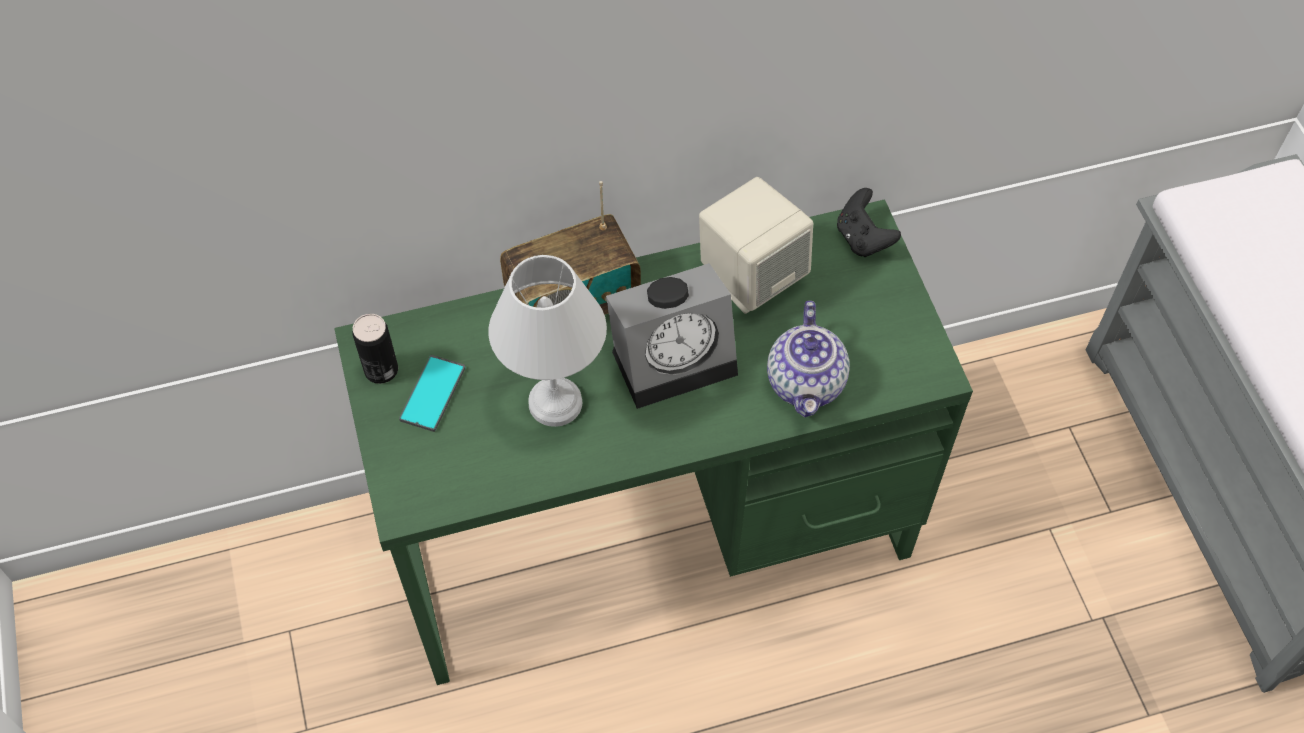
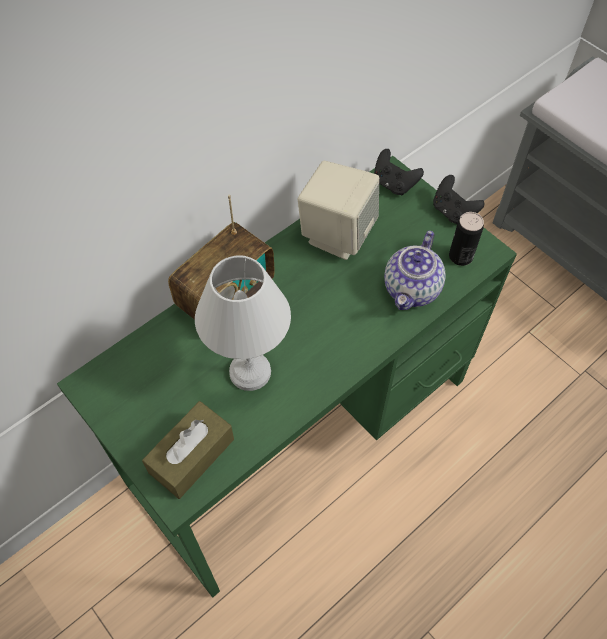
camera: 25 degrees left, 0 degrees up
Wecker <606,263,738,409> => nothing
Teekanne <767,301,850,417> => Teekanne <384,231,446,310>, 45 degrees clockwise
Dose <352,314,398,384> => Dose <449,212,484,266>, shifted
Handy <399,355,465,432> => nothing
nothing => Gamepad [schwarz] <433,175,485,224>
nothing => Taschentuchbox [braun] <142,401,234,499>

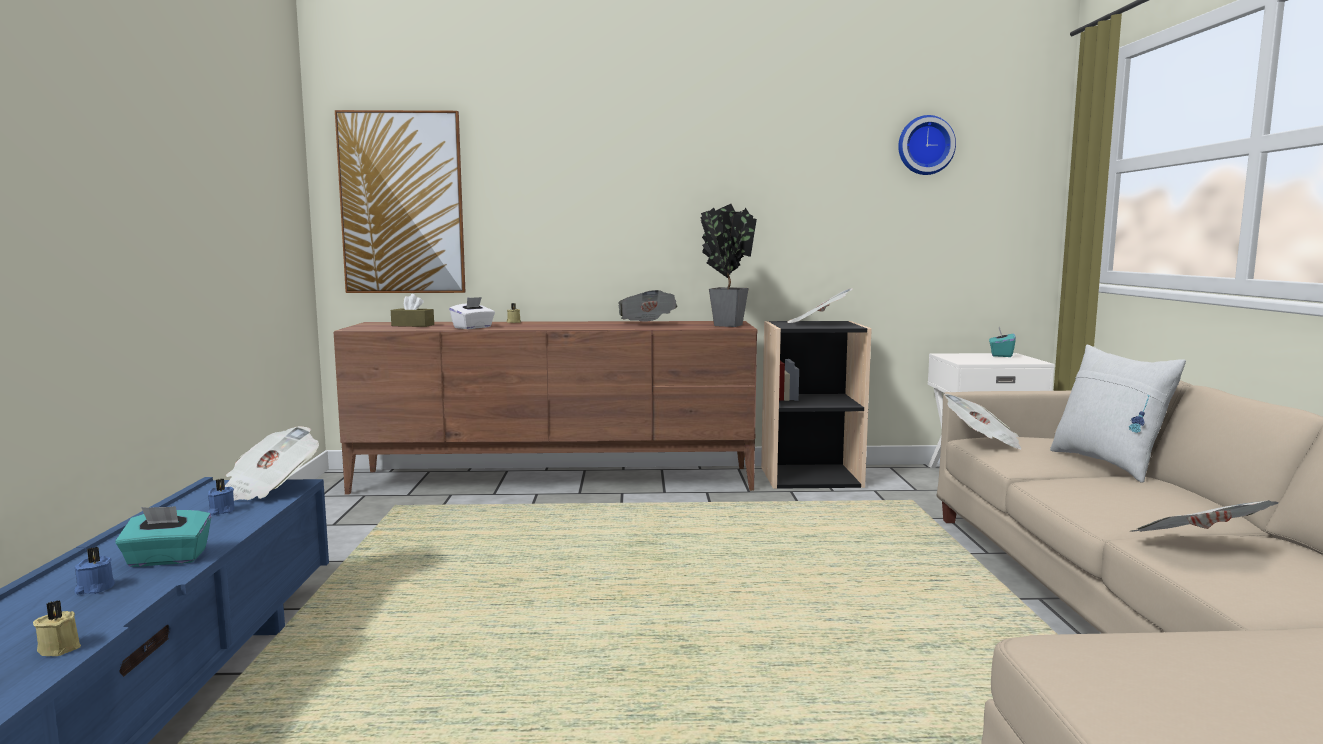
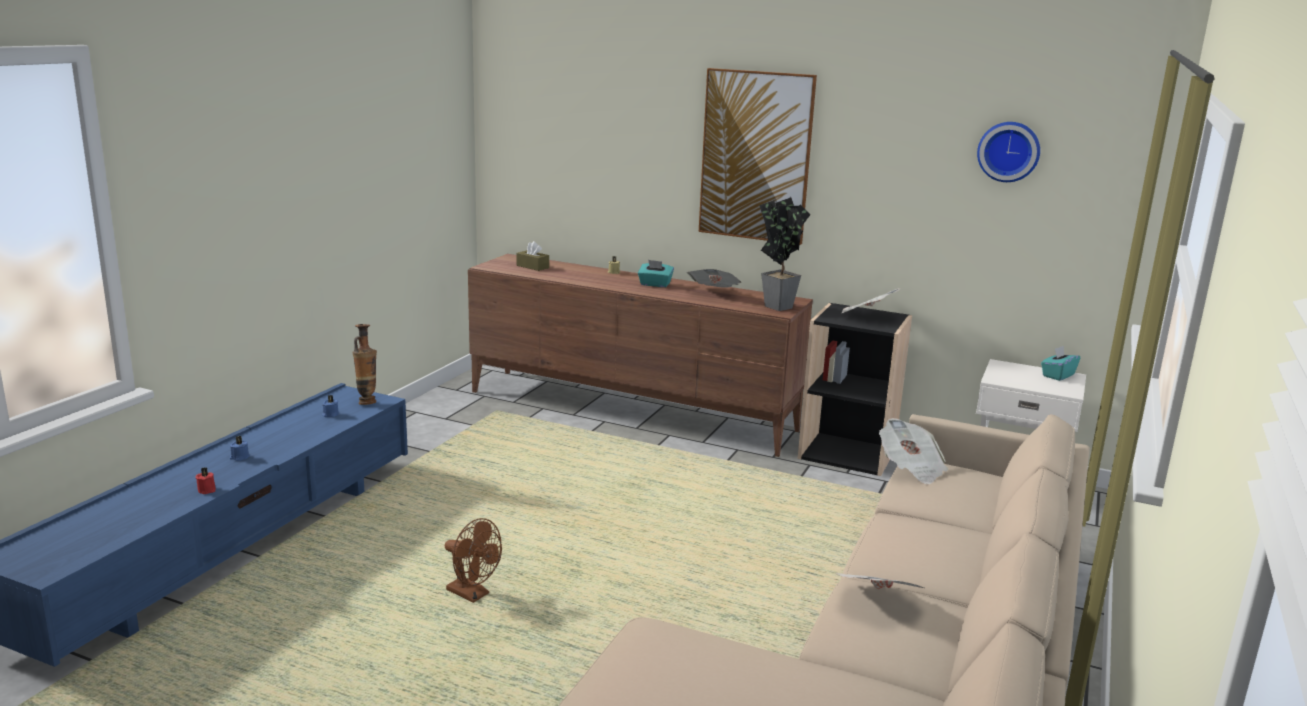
camera: 25 degrees right, 10 degrees up
Bild <335,110,465,293> => Bild <699,68,817,245>, shifted
Taschentuchbox [weiß] <449,297,495,329> => nothing
Kissen [grau] <1050,345,1186,482> => nothing
Zeitung <225,426,319,501> => Vase <352,324,377,405>
Taschentuchbox [türkis] <115,506,211,567> => Taschentuchbox [türkis] <638,260,674,287>, shifted
Kerze [beige] <33,600,81,656> => Kerze [rot] <195,467,216,494>
nothing => Ventilator [braun] <445,518,502,603>

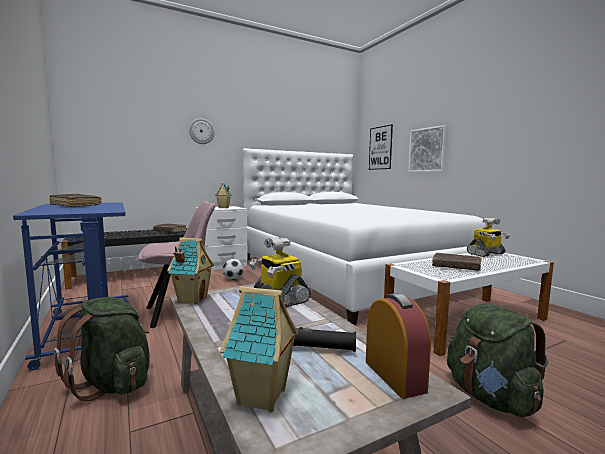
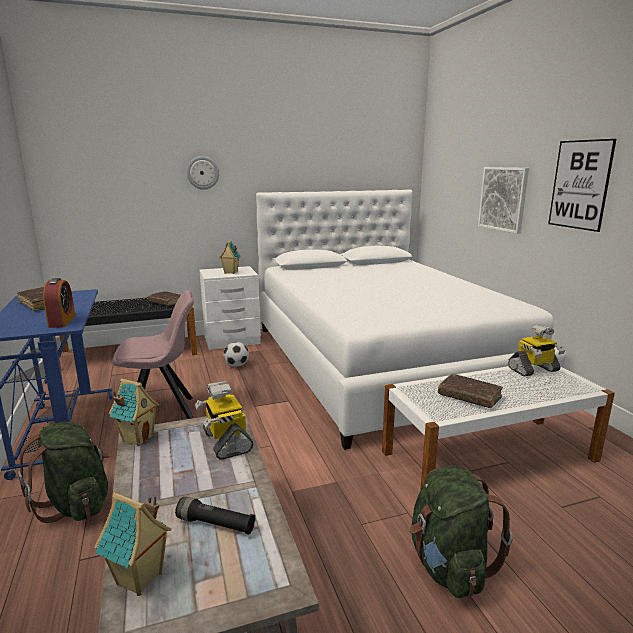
camera: 10 degrees right, 10 degrees up
Bild <369,124,393,170> => Bild <548,139,616,232>, shifted
Wecker <366,293,431,399> => Wecker <43,278,75,328>, shifted

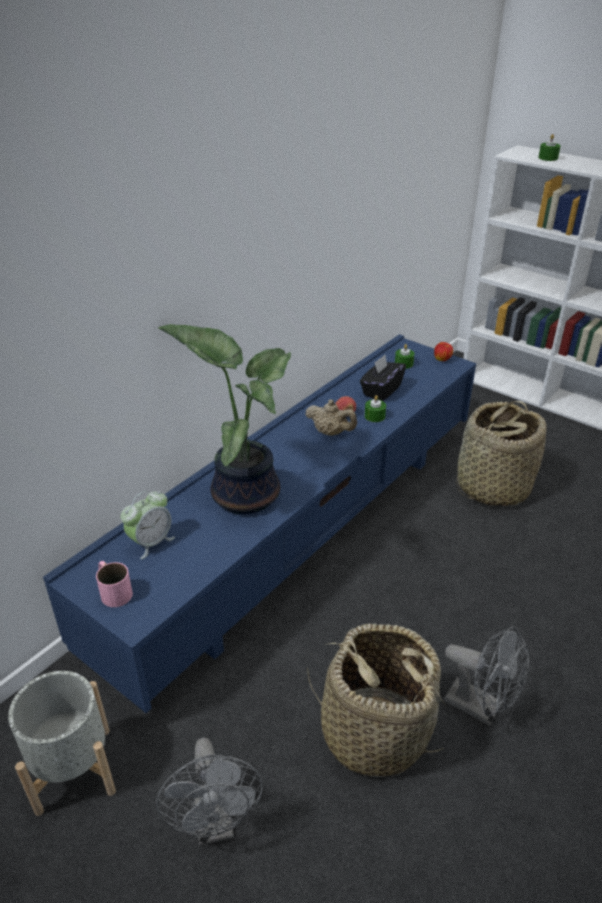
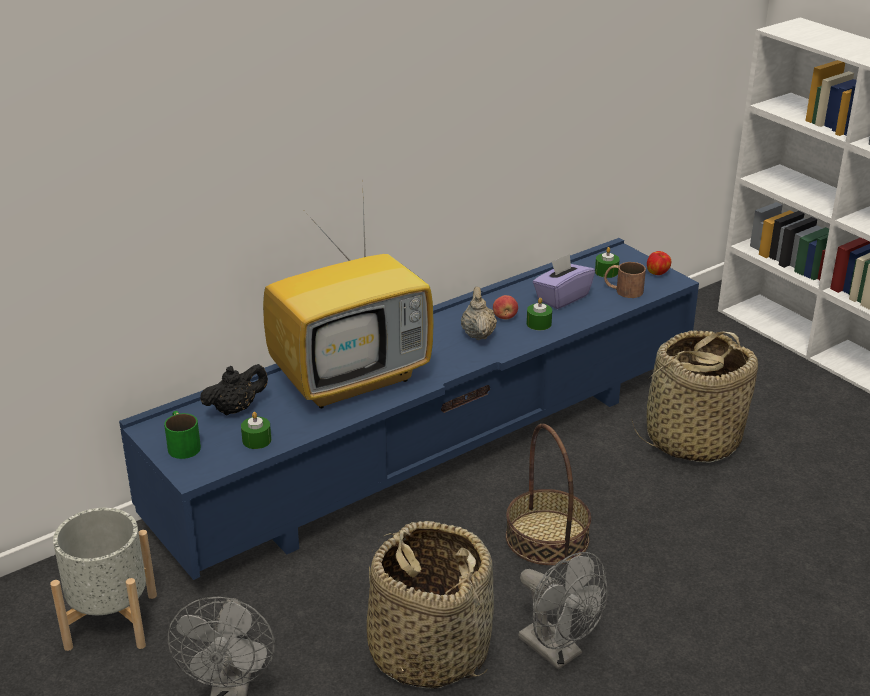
camera: 15 degrees right, 5 degrees down
Kerze [grün] <538,134,561,161> => Kerze [grün] <241,412,271,449>, shifted
Topfpflanze <158,324,291,514> => Fernseher <263,176,434,409>
Taschentuchbox [schwarz] <360,355,406,401> => Taschentuchbox [lila] <533,254,595,309>
Teekanne [beige] <305,399,357,436> => Teekanne [beige] <461,287,497,340>, 135 degrees counterclockwise
Wecker <121,491,175,559> => Teekanne [schwarz] <200,364,268,416>
Henkelbecher [rosa] <96,561,133,607> => Henkelbecher [grün] <164,411,201,459>
nothing => Henkelbecher [braun] <604,262,646,298>
nothing => Korb <506,424,591,565>

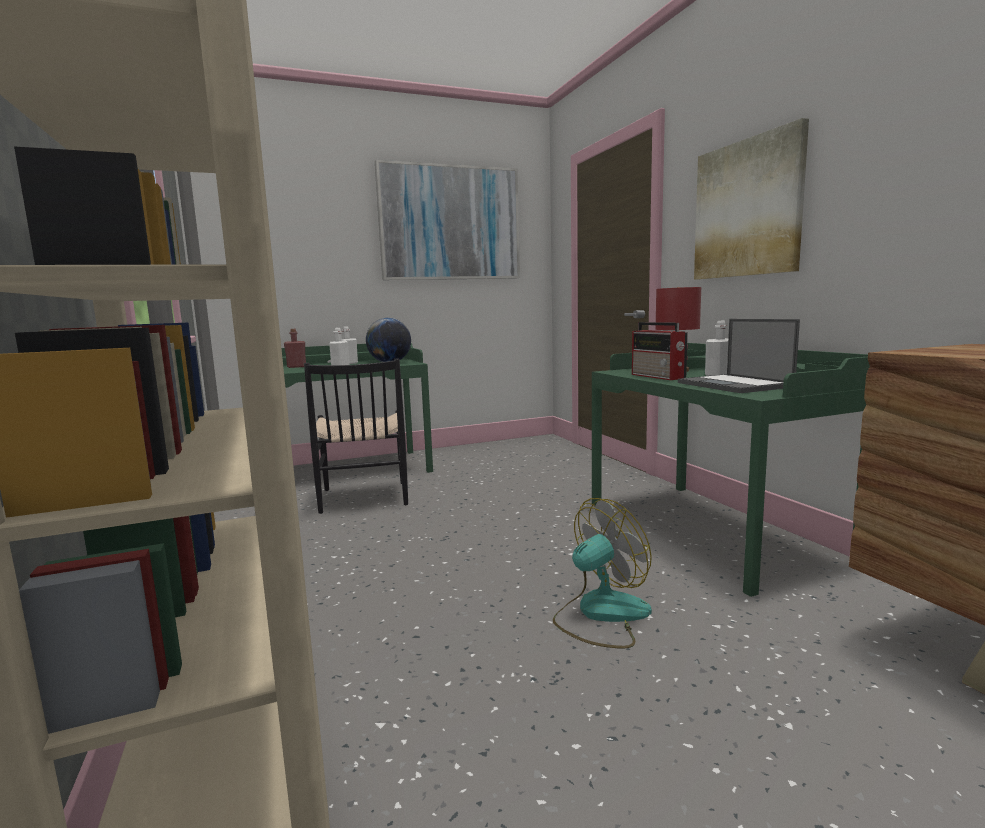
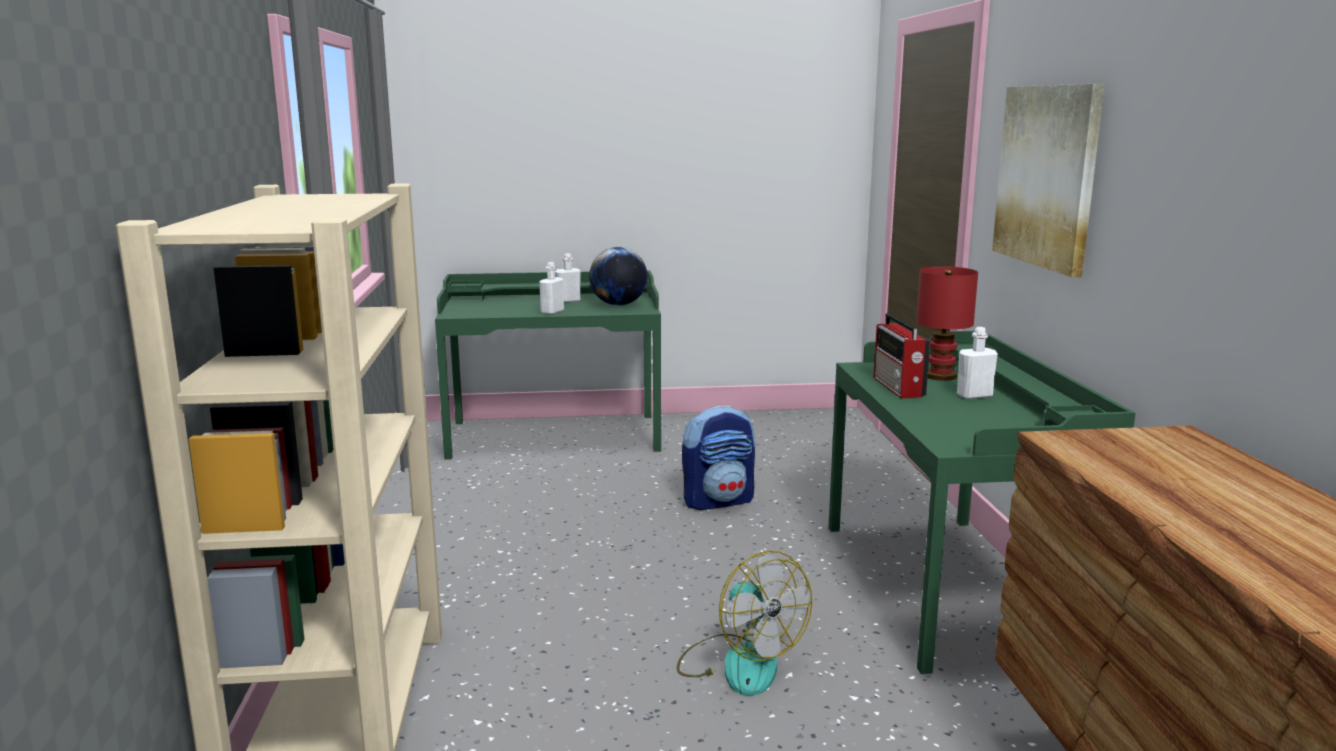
camera: 15 degrees right, 5 degrees up
Bild <375,160,520,280> => nothing
Laptop <678,319,800,393> => nothing
Flasche [rot] <284,329,306,368> => nothing
Stuhl [schwarz] <304,358,408,514> => nothing
Ventilator <553,498,652,649> => Ventilator <677,551,812,696>, 75 degrees clockwise
nothing => Rucksack <682,406,755,510>

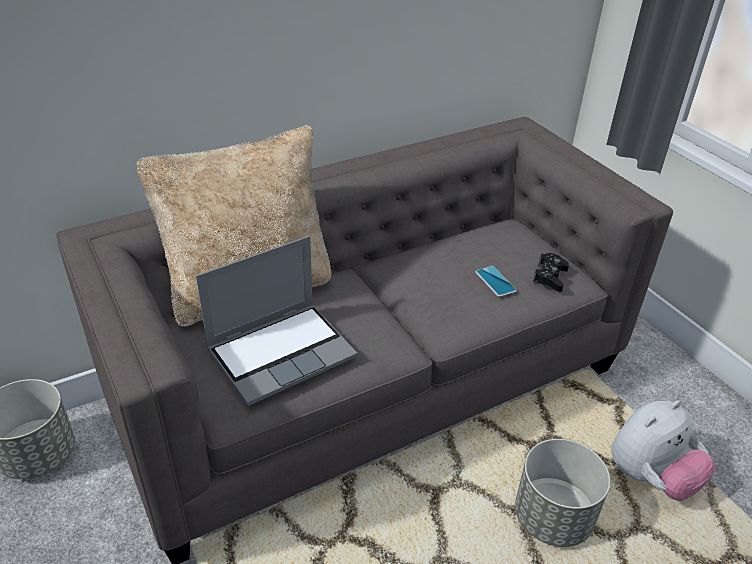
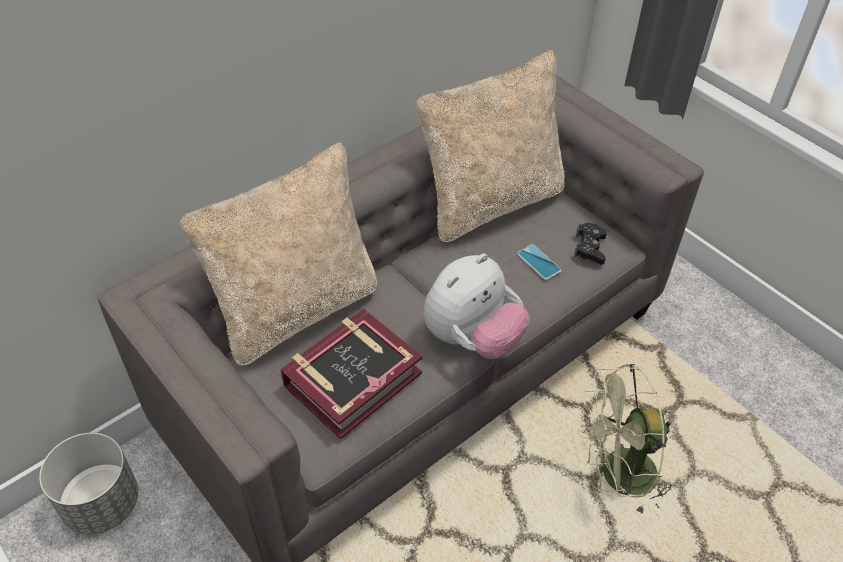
camera: 10 degrees left, 10 degrees up
Laptop <196,236,357,406> => Buch <281,309,422,439>
Plüschtier <612,400,715,501> => Plüschtier <423,253,530,359>, shifted
Pflanzkübel [grau] <515,439,610,547> => Ventilator [grün] <580,364,672,515>
nothing => Kissen [beige] <416,50,565,242>

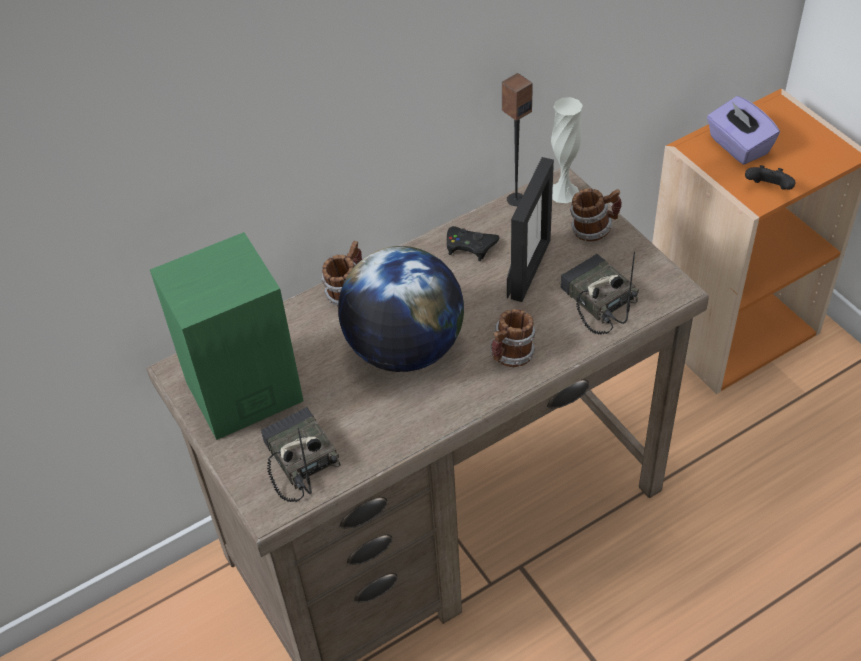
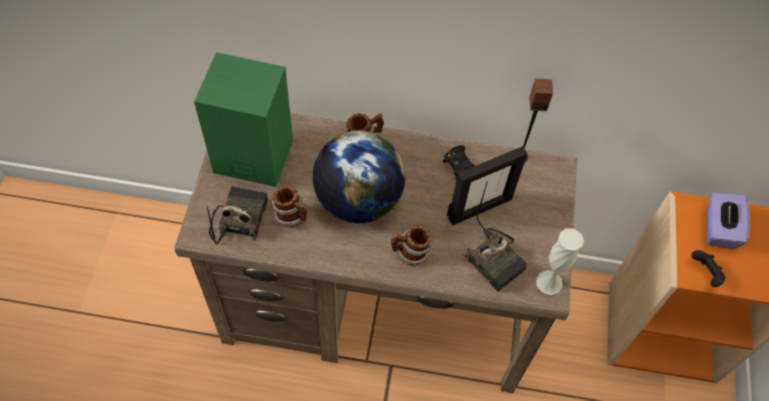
camera: 35 degrees right, 10 degrees up
Vase [weiß] <551,97,583,203> => Vase [weiß] <536,228,584,295>, shifted
Henkelbecher <570,188,622,242> => Henkelbecher <272,186,307,227>, shifted
Radio <560,251,639,335> => Radio <465,181,527,292>, 135 degrees clockwise

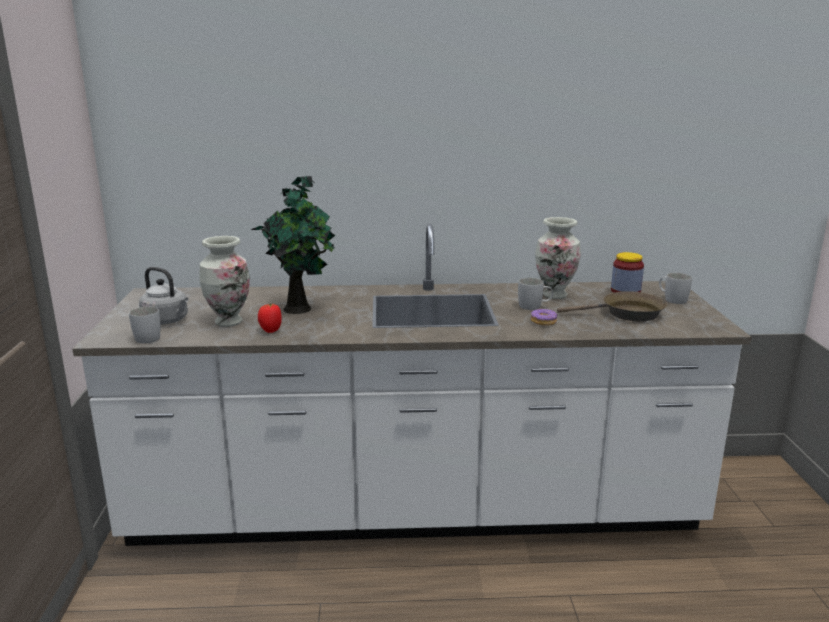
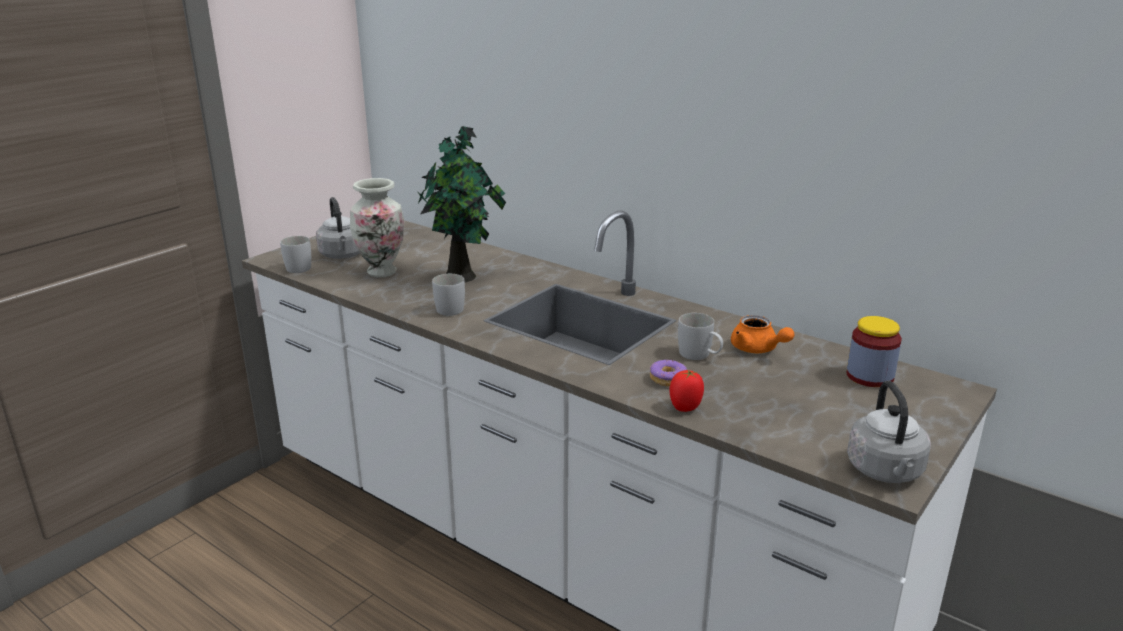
camera: 40 degrees right, 5 degrees up
Vase <535,217,581,299> => Teekanne [orange] <731,315,795,353>
Henkelbecher [weiß] <659,273,692,304> => Henkelbecher [weiß] <432,274,465,316>, shifted
Pfanne [braun] <557,291,667,321> => nothing
Tomate <258,303,282,333> => Tomate <669,370,704,412>, shifted
nothing => Wasserkessel [grau] <847,380,931,483>

